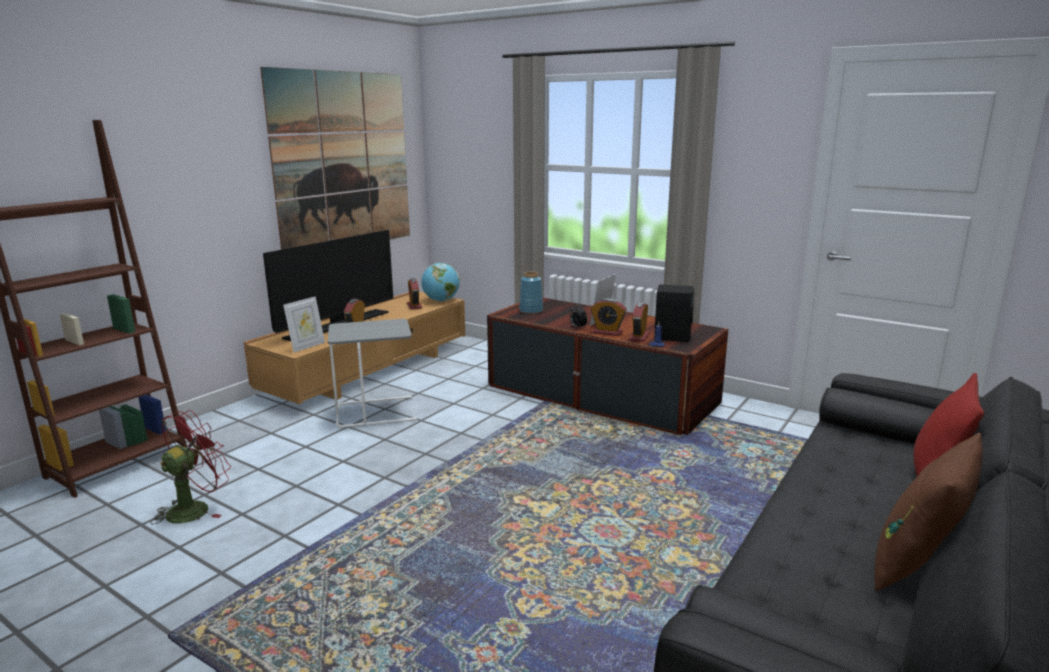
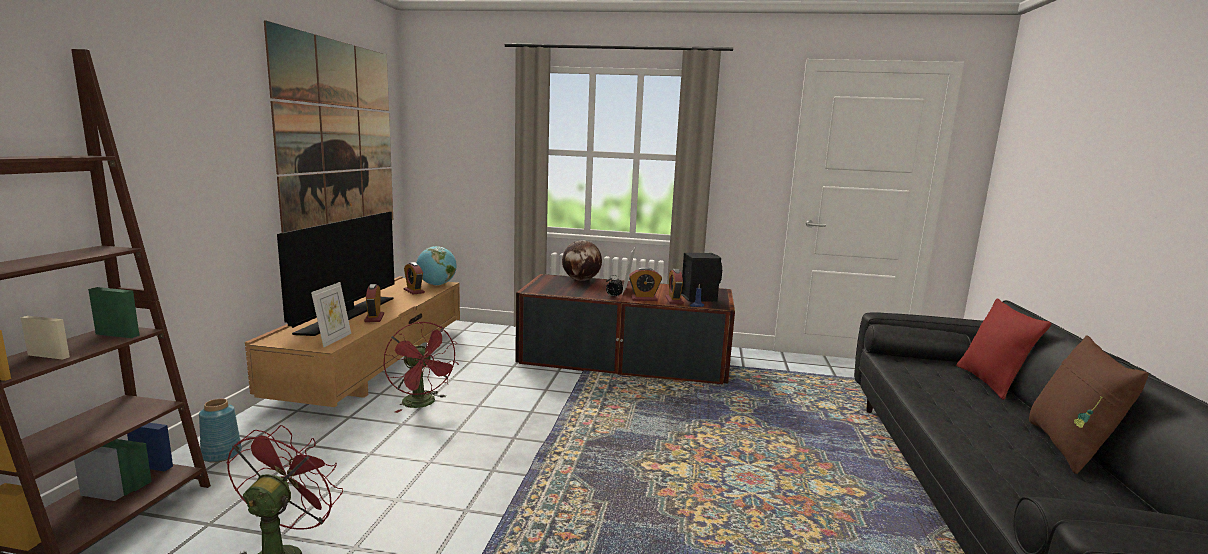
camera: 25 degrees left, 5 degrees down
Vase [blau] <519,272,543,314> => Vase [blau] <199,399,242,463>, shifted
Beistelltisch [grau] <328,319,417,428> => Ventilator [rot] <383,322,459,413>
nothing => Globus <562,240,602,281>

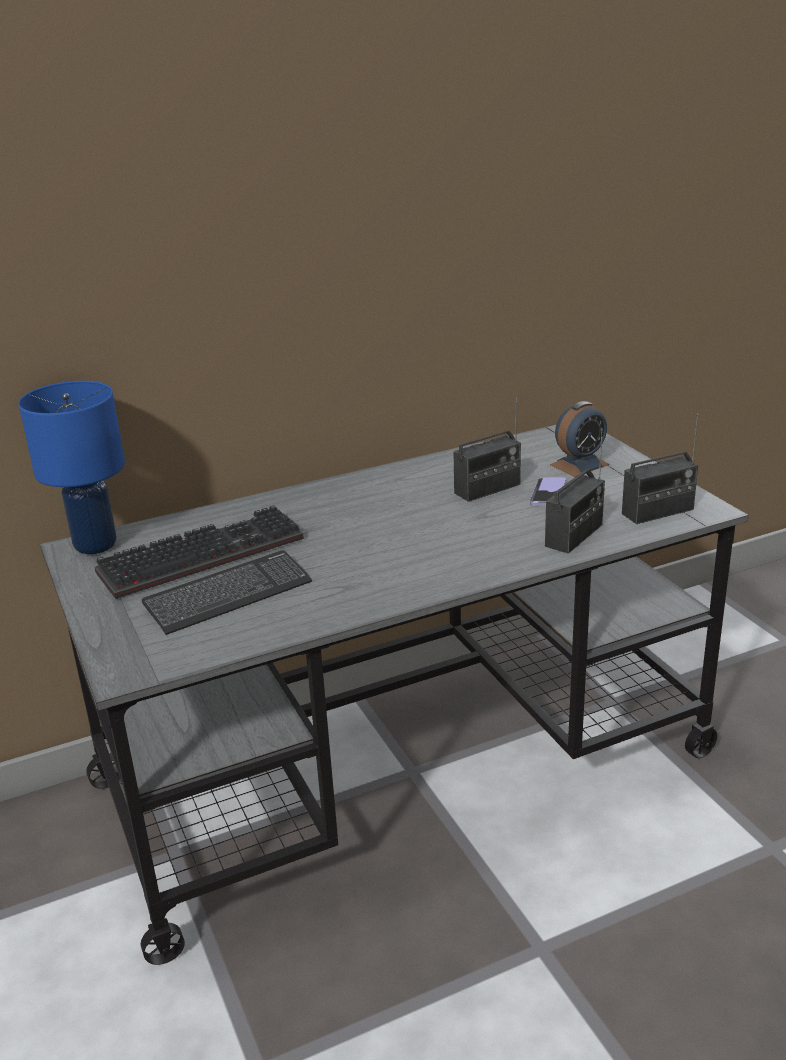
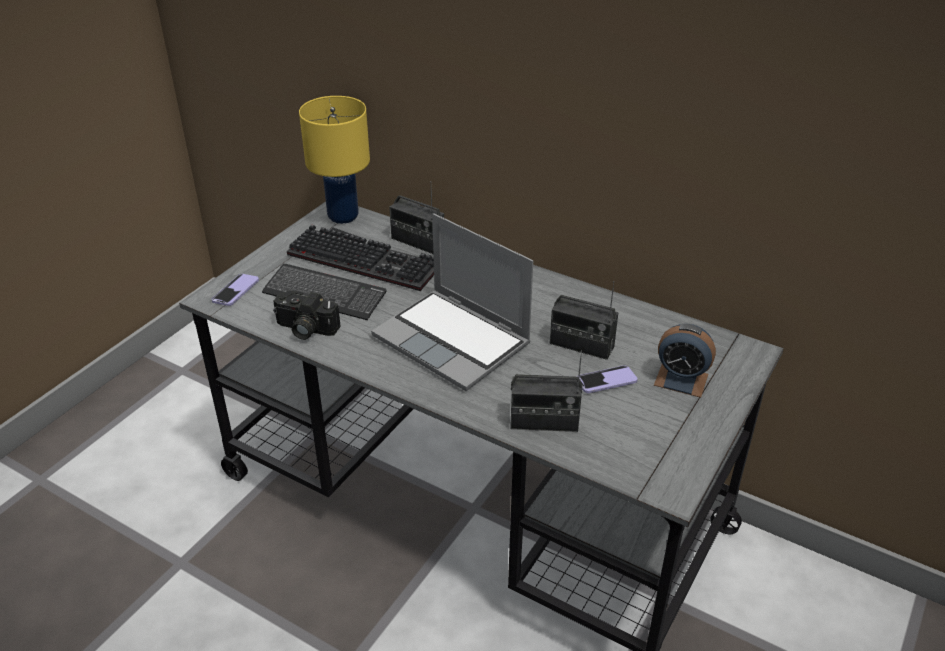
camera: 55 degrees right, 10 degrees up
Tischlampe [blau] <18,381,125,554> => Tischlampe [gelb] <299,96,370,224>
Radio <622,413,698,524> => Radio <389,182,444,254>, shifted
nothing => Laptop <371,213,534,391>
nothing => Handy <211,274,259,306>
nothing => Kamera <273,290,340,340>

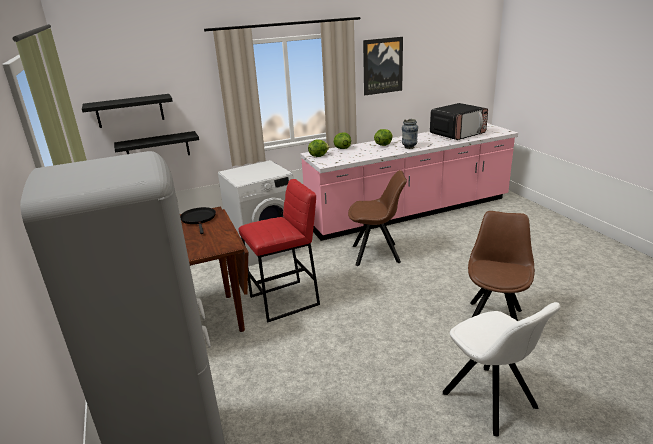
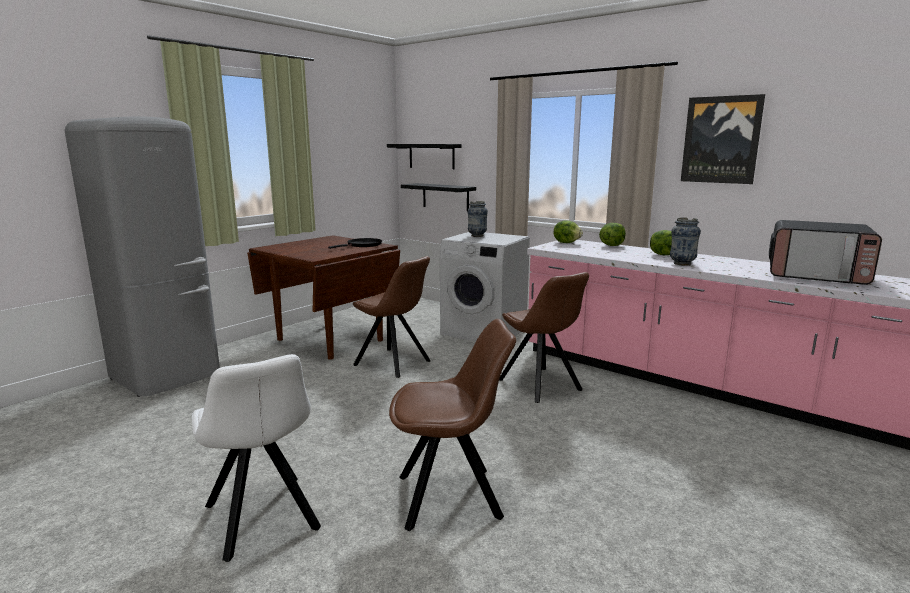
camera: 60 degrees right, 10 degrees down
Hocker [rot] <239,179,320,322> => Stuhl [braun] <353,256,430,378>
Stuhl [weiß] <443,302,560,436> => Stuhl [weiß] <192,354,321,562>, 60 degrees counterclockwise
nothing => Vase <467,201,488,237>

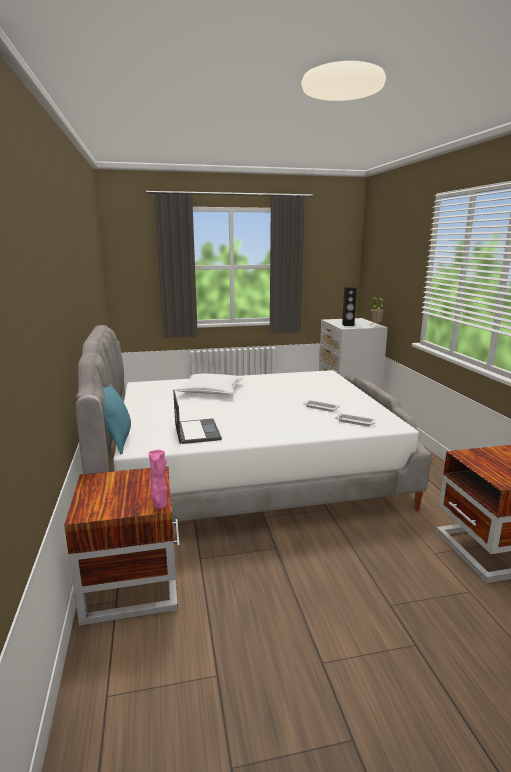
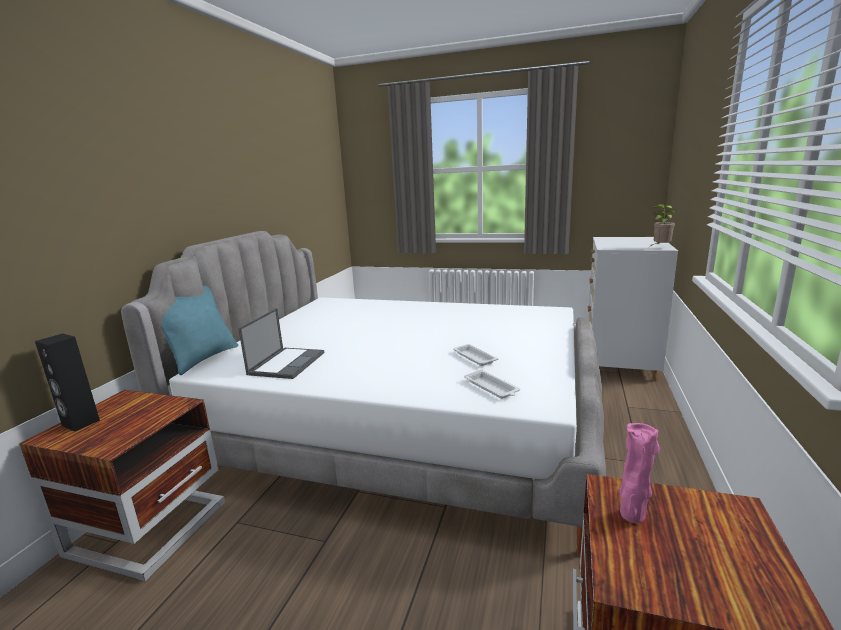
camera: 30 degrees right, 0 degrees up
Lautsprecher [schwarz] <342,287,357,326> => Lautsprecher [schwarz] <35,333,100,432>, shifted
Kissen [weiß] <176,374,244,394> => nothing
Vase [rosa] <148,450,168,509> => Vase [rosa] <619,423,660,523>, shifted

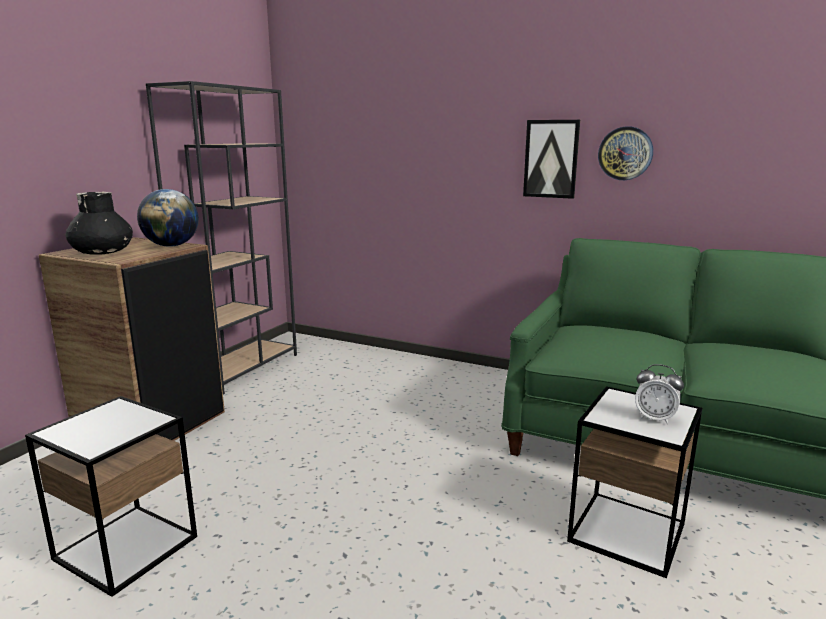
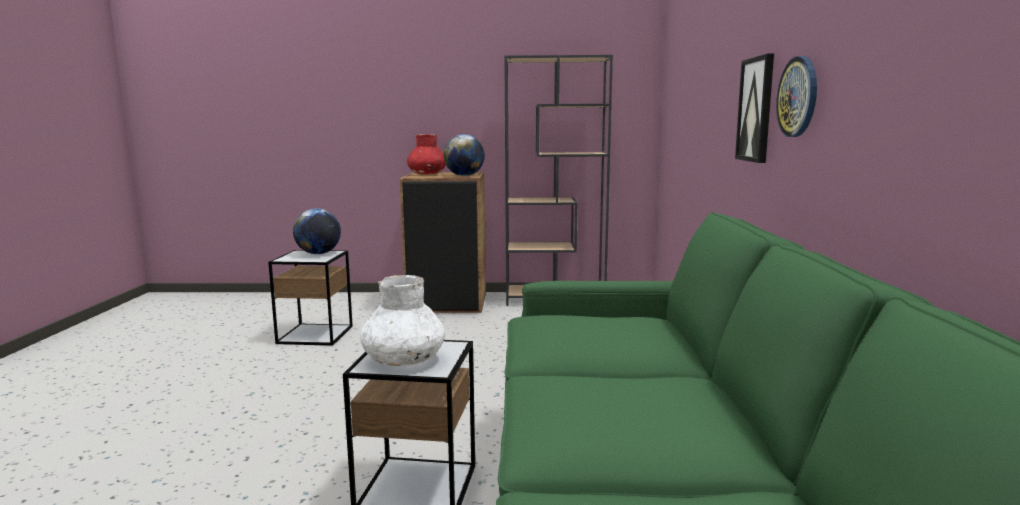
camera: 65 degrees right, 5 degrees down
Vase [schwarz] <66,192,133,255> => Vase [rot] <407,134,446,174>
Wecker <635,364,684,424> => Vase [weiß] <360,275,445,366>
nothing => Globus <293,208,341,254>

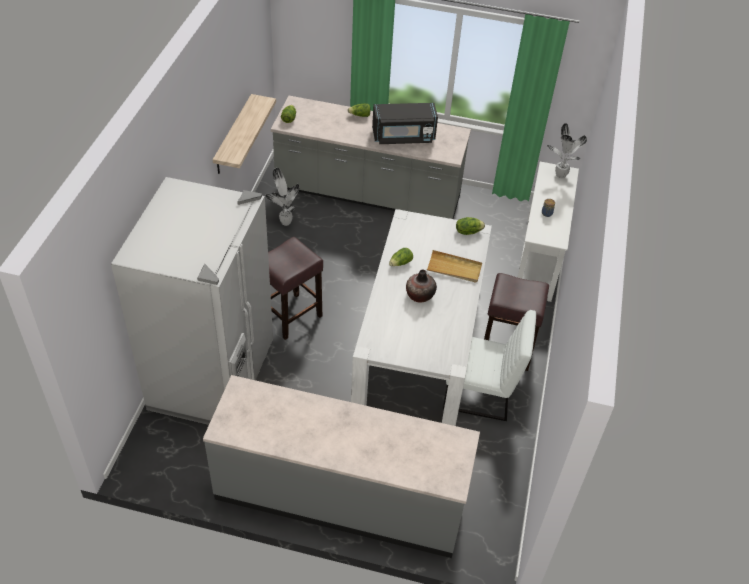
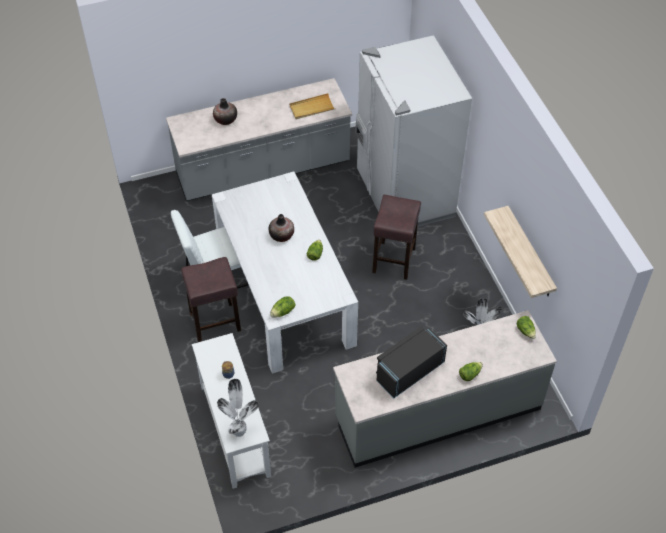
camera: 150 degrees right, 5 degrees up
Tablett [beige] <427,250,482,283> => Tablett [beige] <289,93,335,119>, shifted
nothing => Vase <213,98,237,125>

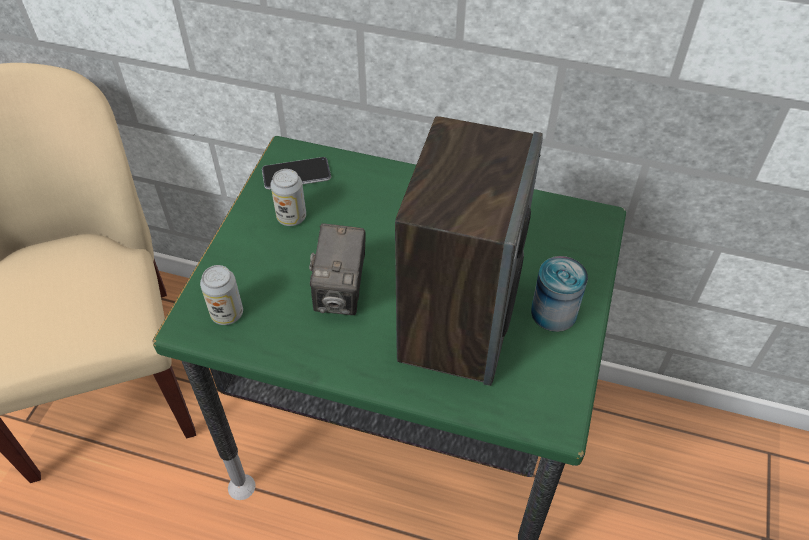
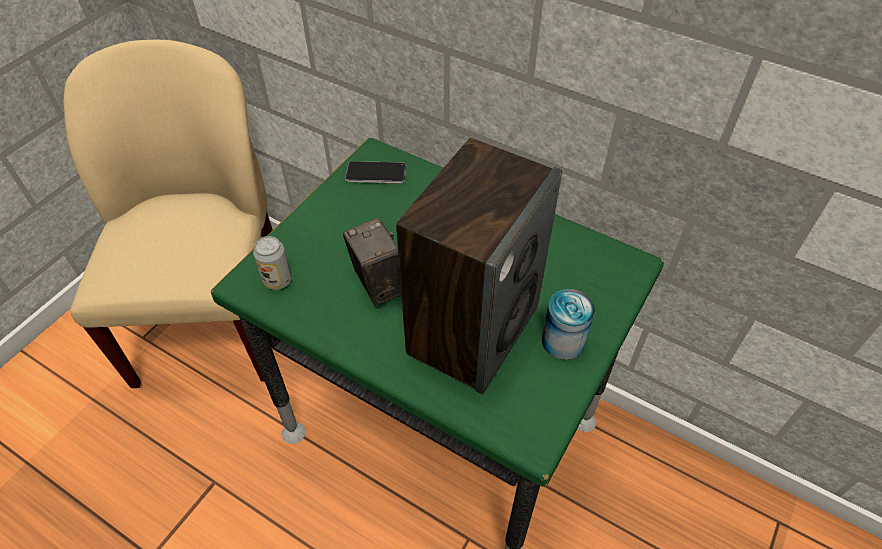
camera: 15 degrees right, 0 degrees up
Dose <271,169,306,226> => nothing
Kamera <309,224,366,315> => Kamera <343,218,401,306>, 135 degrees clockwise

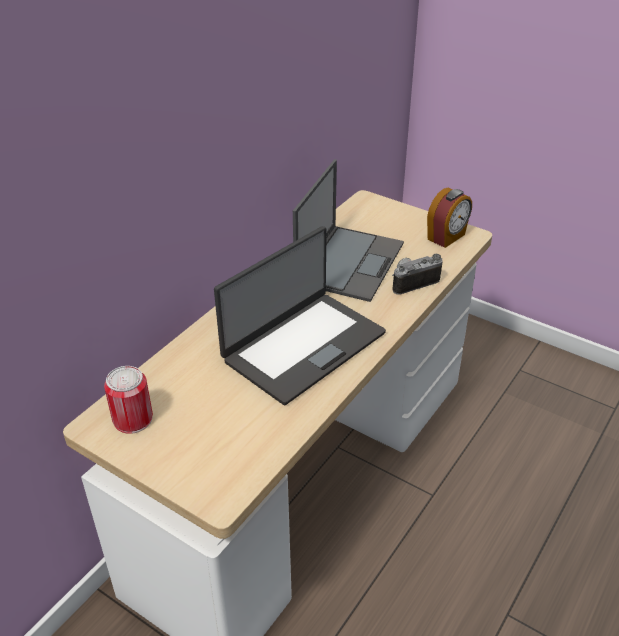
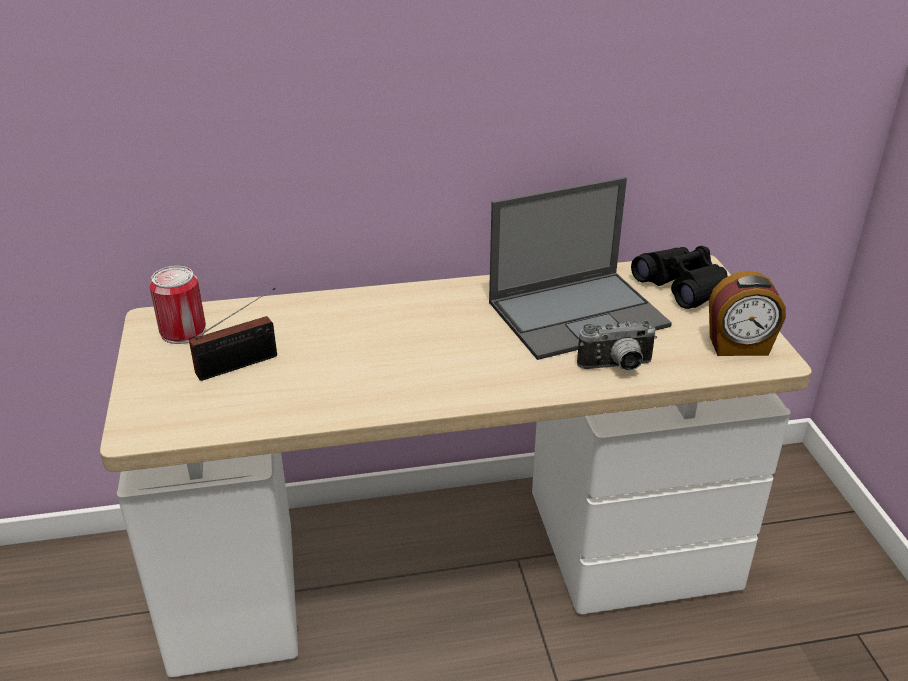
camera: 45 degrees right, 5 degrees down
Laptop <214,226,386,405> => nothing
Kamera <392,254,443,295> => Kamera <577,321,657,371>, 150 degrees clockwise
nothing => Fernglas [schwarz] <631,246,728,309>
nothing => Radio <189,287,277,381>

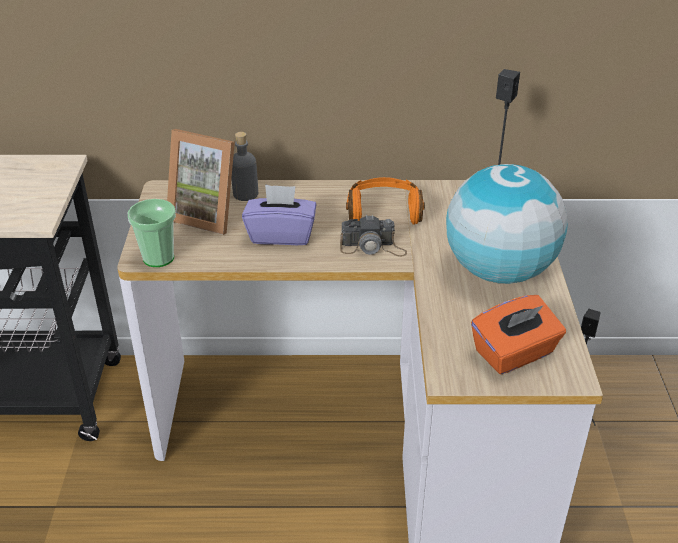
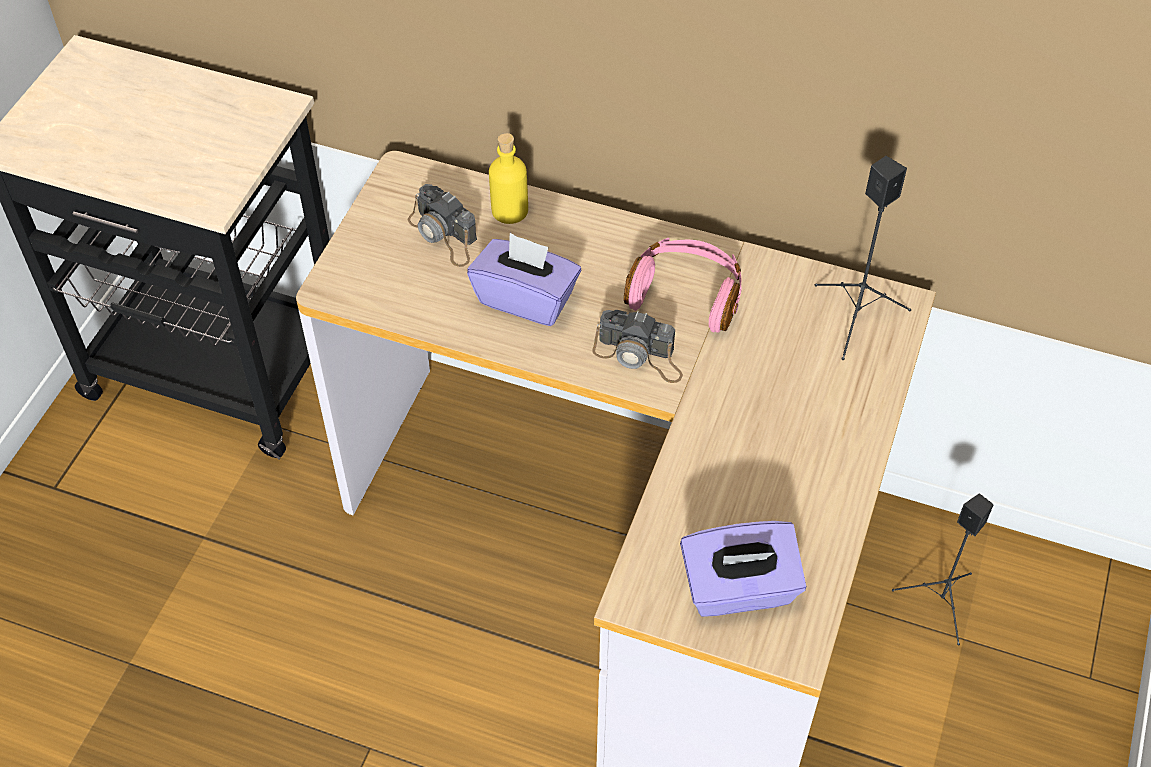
camera: 20 degrees right, 15 degrees up
Bilderrahmen <167,129,235,235> => Kamera <408,184,477,267>
Flasche [grau] <231,132,258,201> => Flasche [gelb] <489,133,528,224>
Globus <446,164,568,284> => nothing
Kopfhörer [orange] <346,177,425,225> => Kopfhörer [rosa] <624,238,741,333>
Tasse <128,199,176,267> => nothing
Taschentuchbox [orange] <471,295,566,374> => Taschentuchbox [lila] <680,521,807,617>

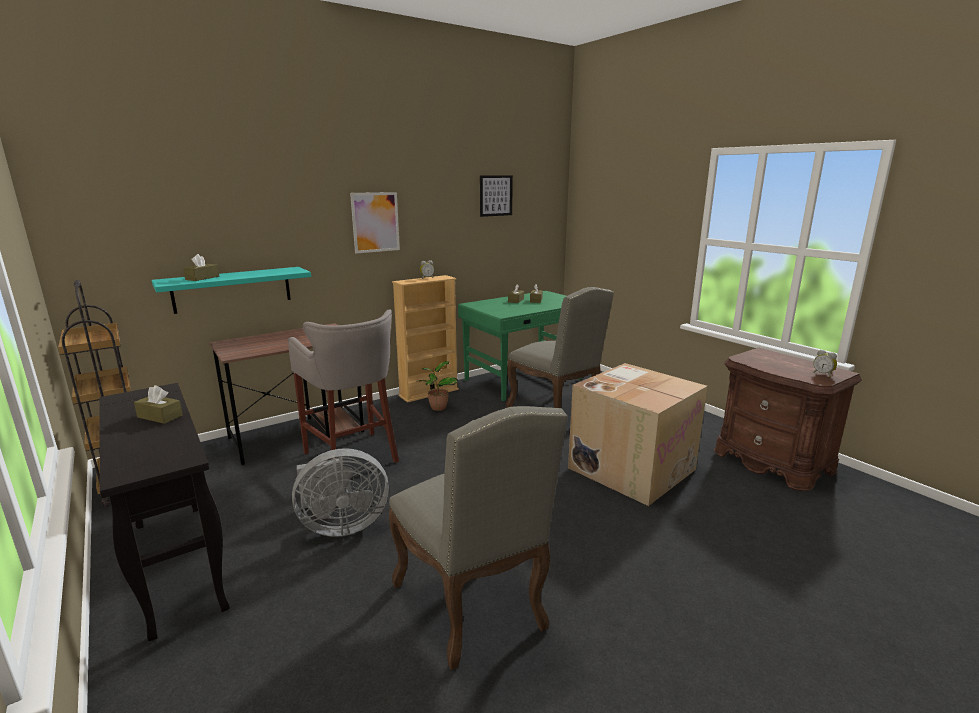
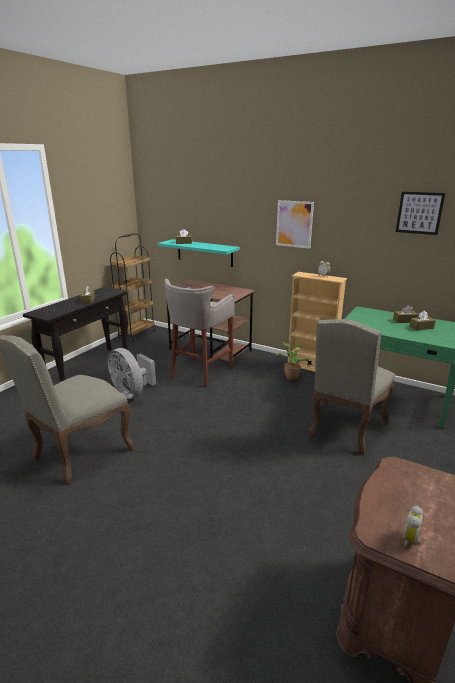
camera: 65 degrees right, 5 degrees up
Karton <568,363,708,506> => nothing

